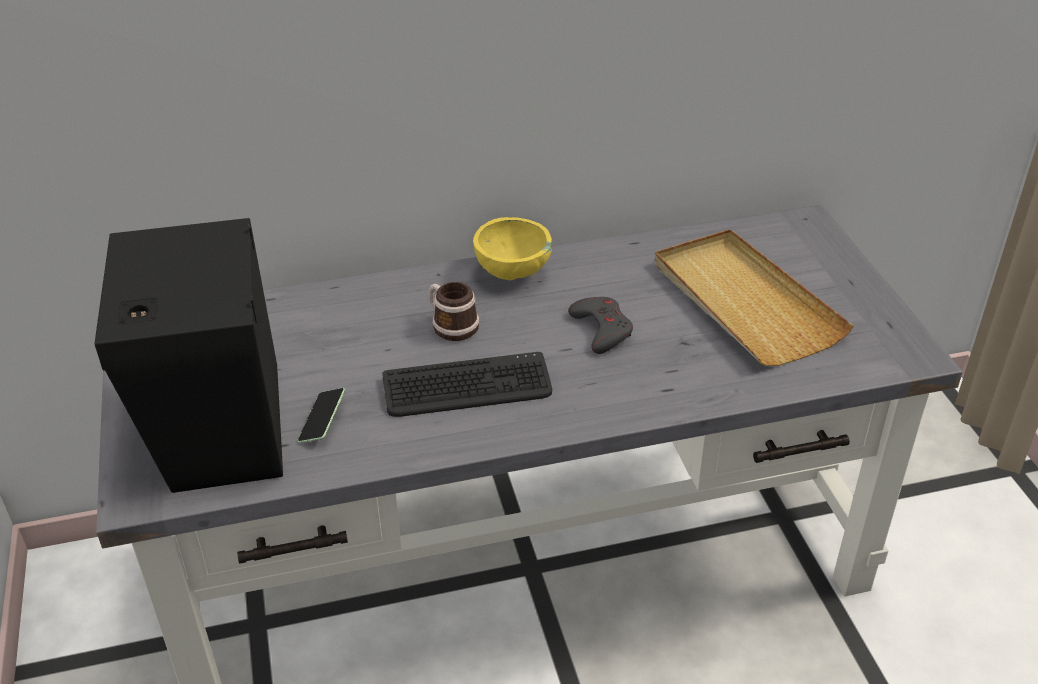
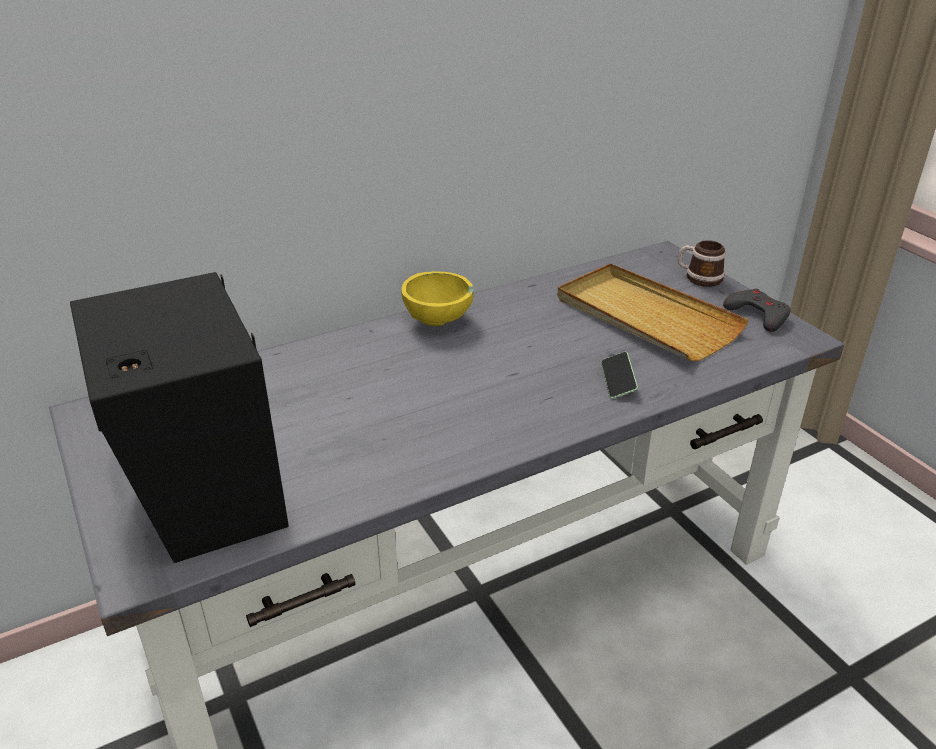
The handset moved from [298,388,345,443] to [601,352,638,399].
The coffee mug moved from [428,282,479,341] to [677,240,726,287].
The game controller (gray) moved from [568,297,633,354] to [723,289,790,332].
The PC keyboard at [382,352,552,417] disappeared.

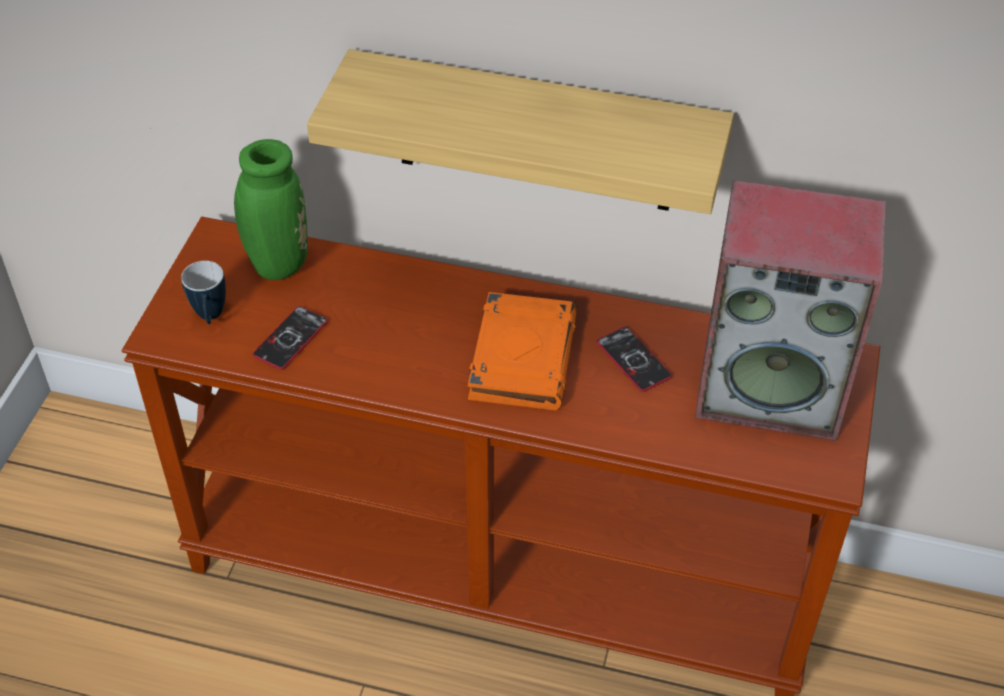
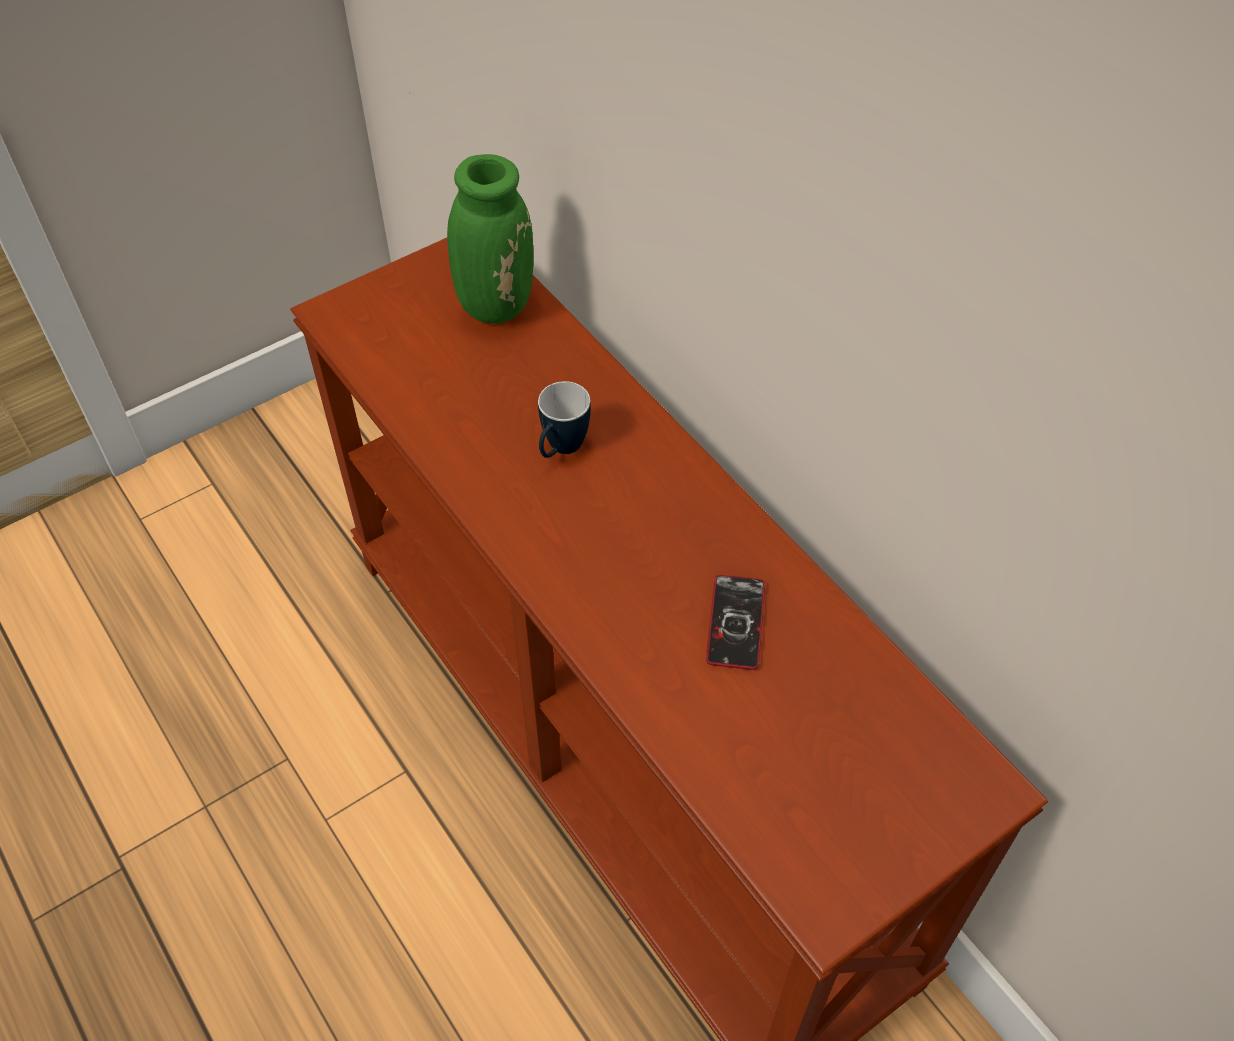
The coffee mug moved from [181,261,226,324] to [538,381,591,458].
The handset at [253,306,328,370] disappeared.
The bracket shelf at [307,49,734,214] disappeared.
The volume (orange-coloured) at [468,292,577,410] disappeared.
The audio speaker at [695,180,886,441] disappeared.

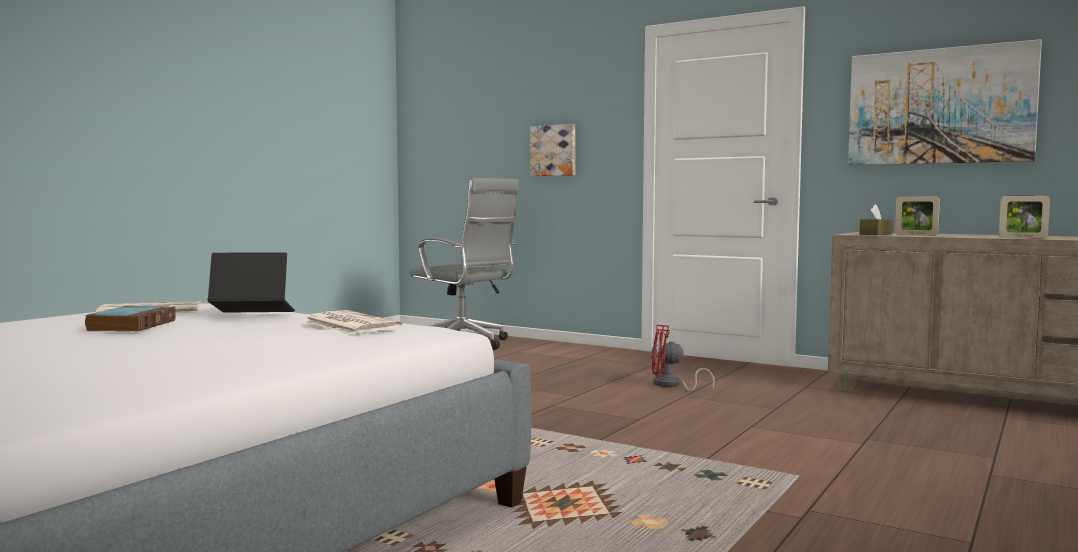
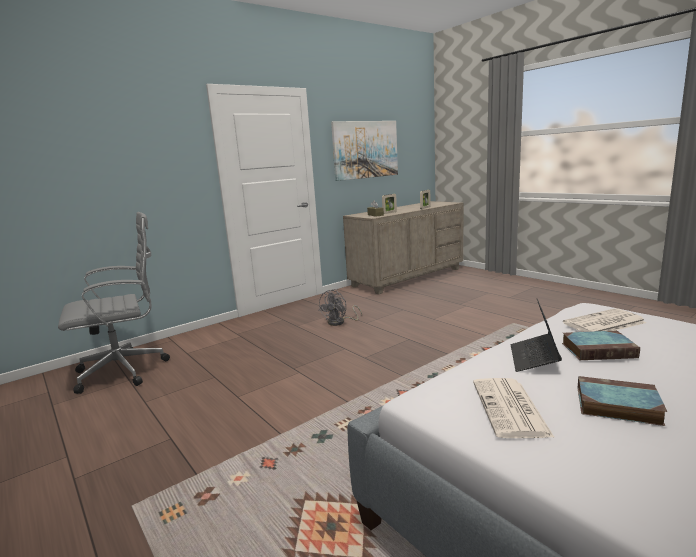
The fan (red) at [651,325,715,391] became the fan (gray) at [318,289,362,326].
The volume at [562,331,640,360] appeared.
The wall art at [530,124,575,176] disappeared.

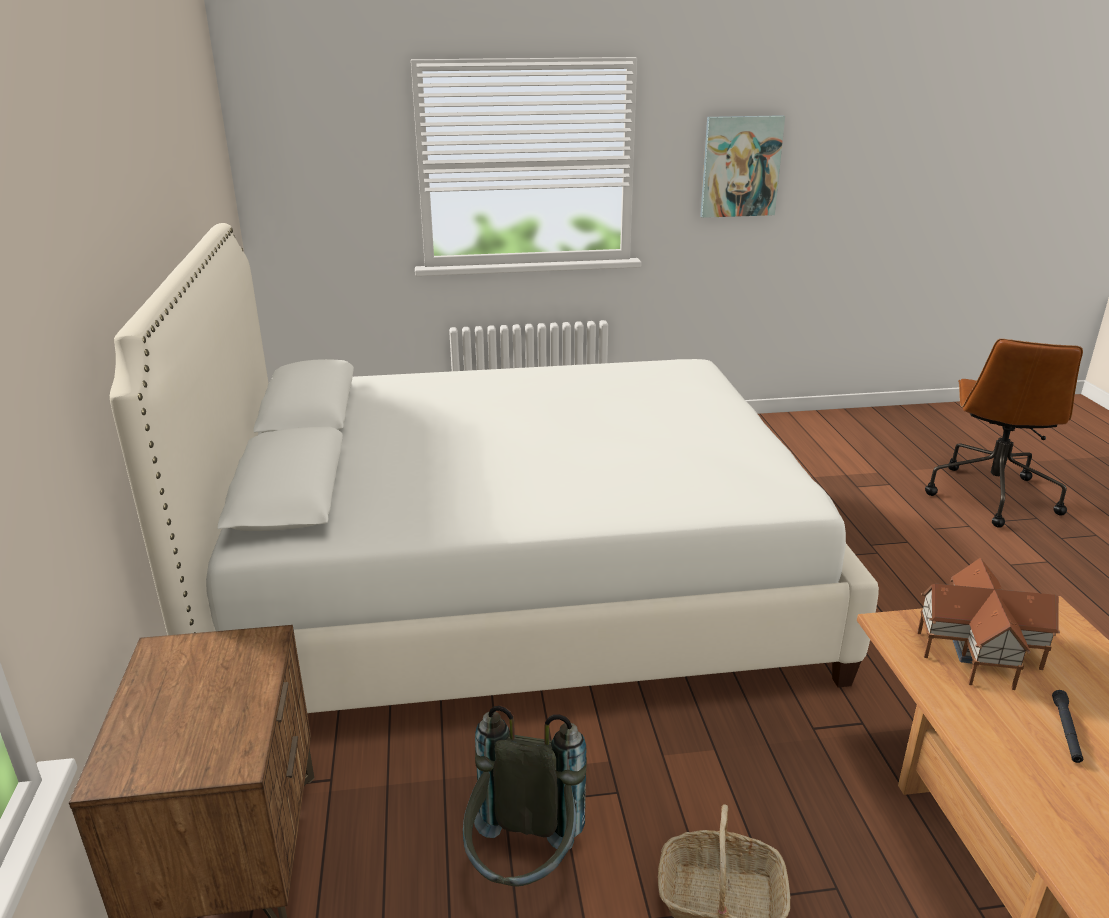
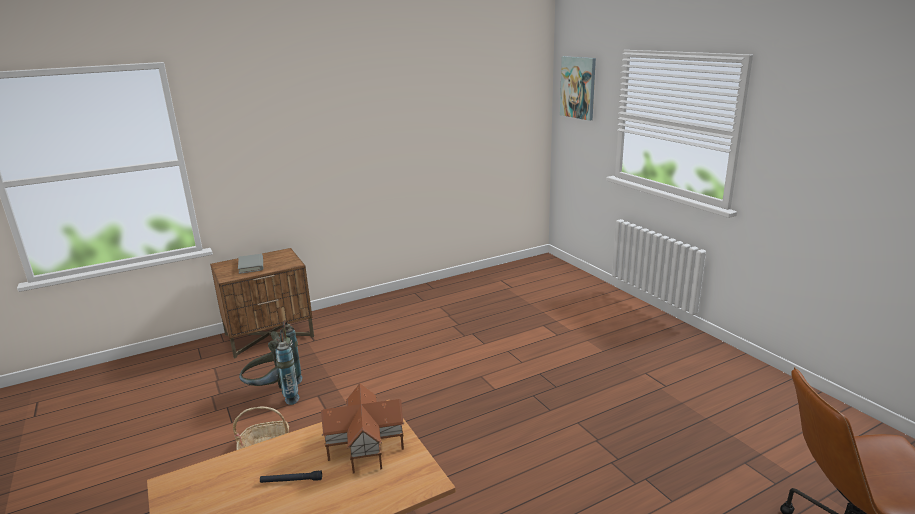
The volume (gray) at [238,254,263,274] appeared.
The wall art moved from [700,115,785,218] to [560,56,596,121].
The bed (white-coloured) at [110,223,879,713] disappeared.

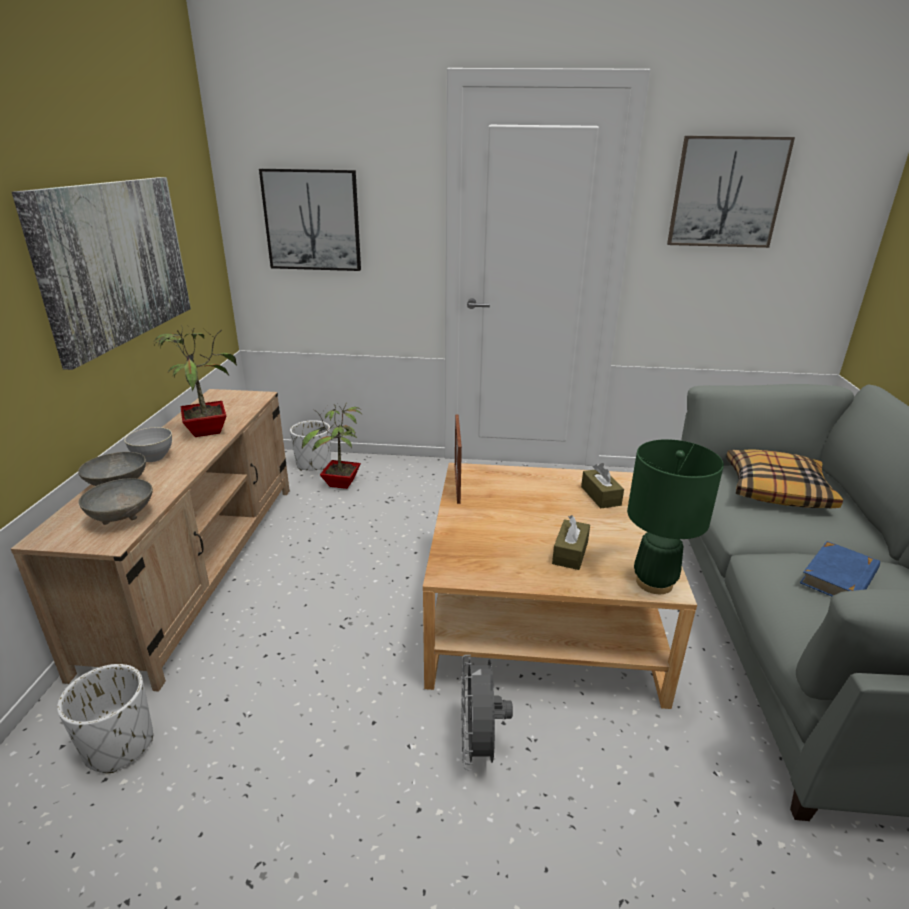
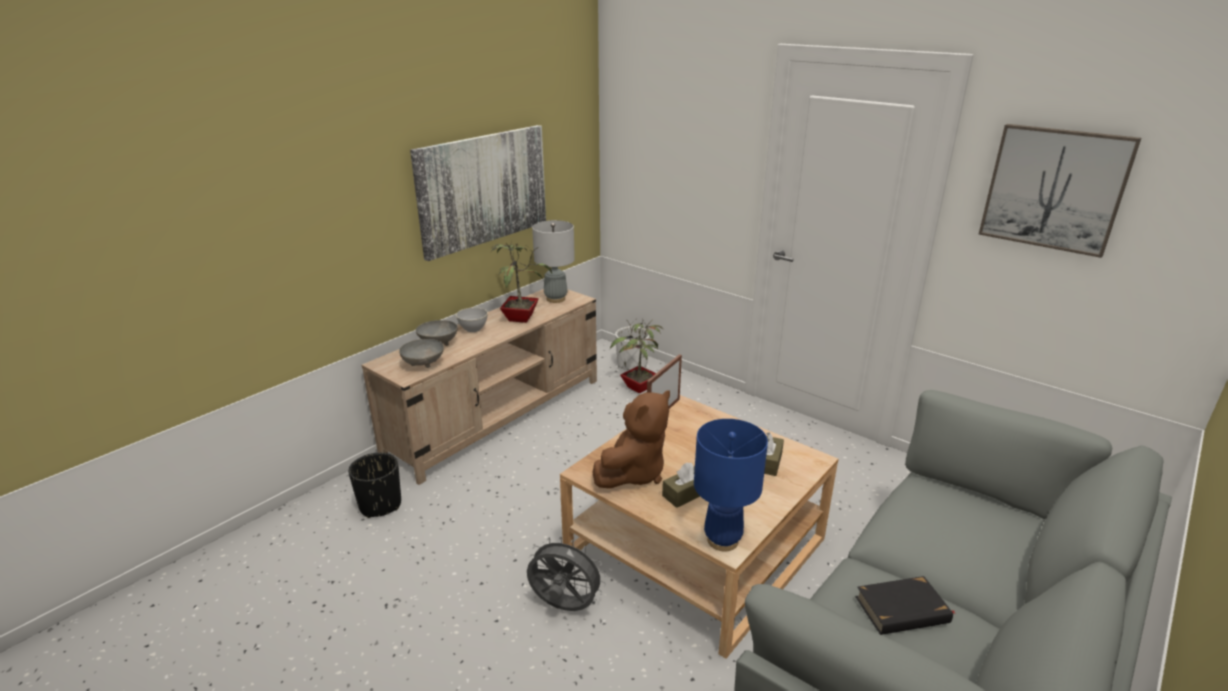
The planter (white-coloured) at [57,664,153,773] became the planter (black-coloured) at [348,452,401,518].
The fan (gray) at [461,655,513,770] turned 75 degrees clockwise.
The lamp for a table (gray) at [532,220,575,303] appeared.
The cuddly toy (brown) at [593,390,670,489] appeared.
The lamp for a table (greenish) at [627,439,724,594] became the lamp for a table (blue-coloured) at [694,419,768,551].
The volume (blue-coloured) at [800,541,880,596] became the volume (black-coloured) at [855,576,956,635].
The wall art at [259,169,361,271] disappeared.
The throw pillow at [726,449,843,508] disappeared.

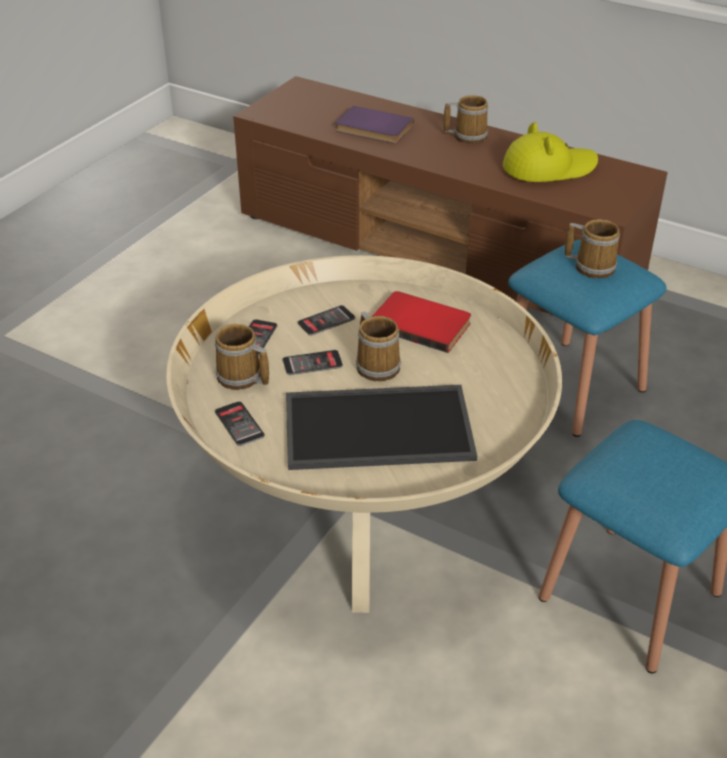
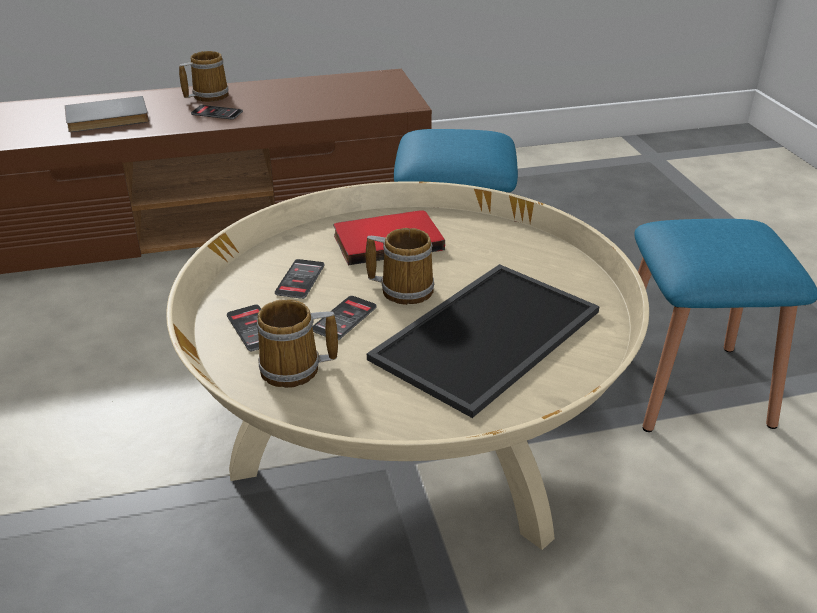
The volume (purplish) at [335,106,414,144] became the volume (gray) at [65,96,149,132].
The handset moved from [215,401,265,446] to [191,105,243,120].
The wearable hat (yellow-coloured) at [503,122,598,182] disappeared.
The coffee mug at [565,219,620,278] disappeared.

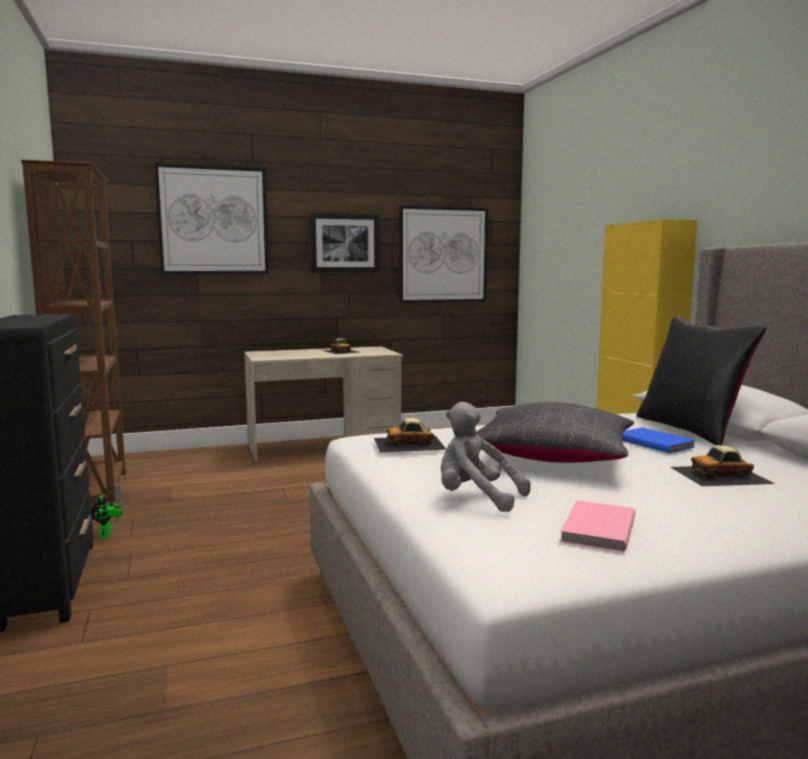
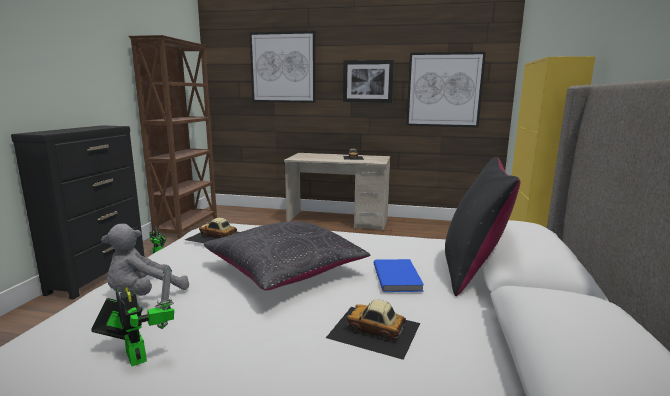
The volume (pink-coloured) at [560,500,635,552] was replaced by the model robot at [91,266,174,366].
The cuddly toy (gray) at [441,402,531,512] turned 105 degrees counterclockwise.

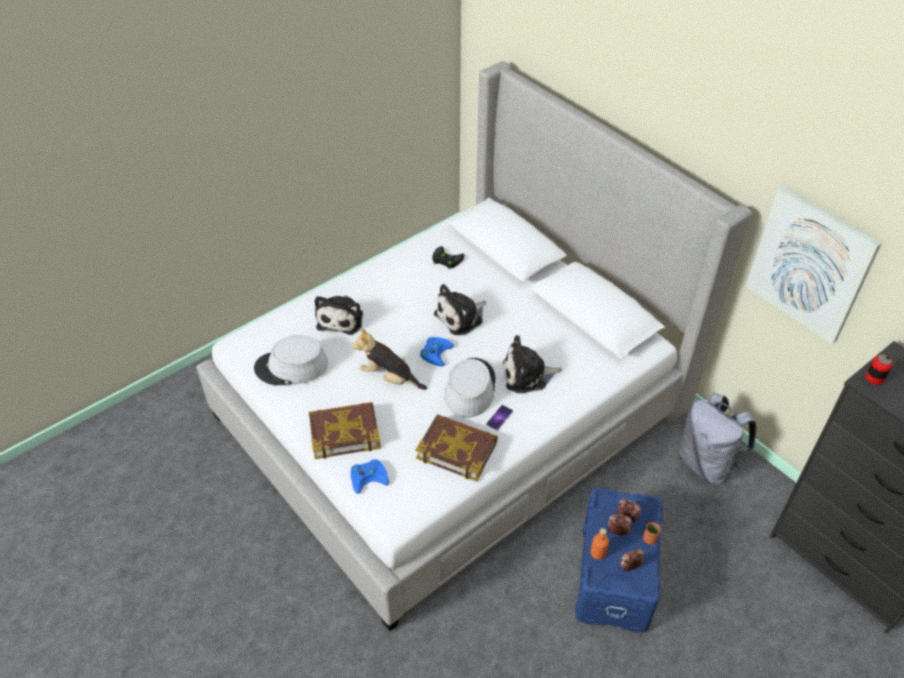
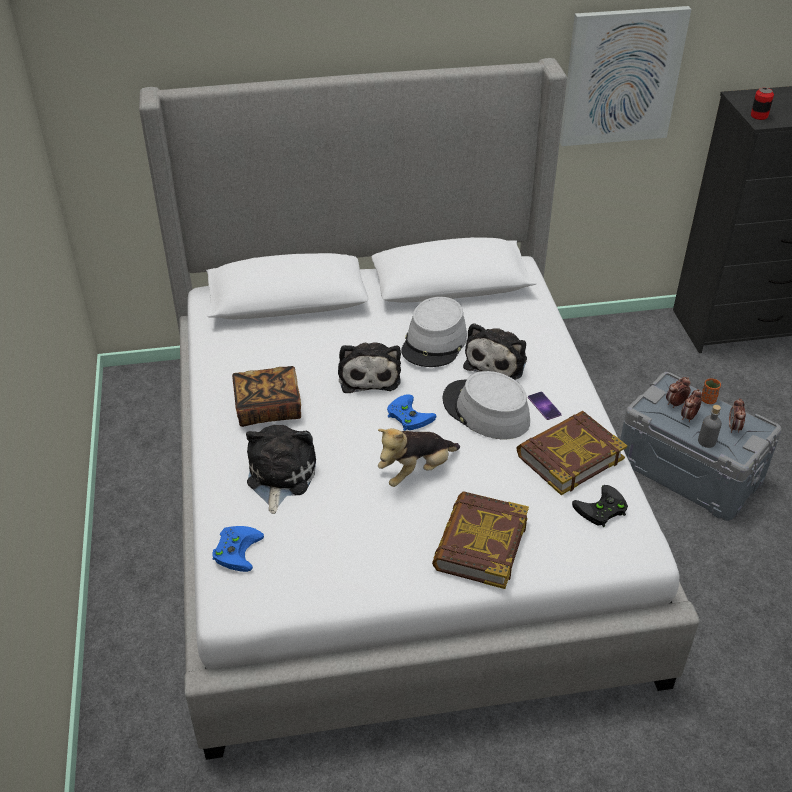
The game controller (blue-coloured) moved from [350,459,389,494] to [212,526,264,572].
The volume at [232,366,301,427] appeared.
The cuddly toy at [315,295,363,335] turned 120 degrees counterclockwise.
The wearable hat (gray) moved from [254,335,328,385] to [401,297,467,367].
The game controller (black-coloured) moved from [432,246,464,269] to [572,485,628,527].
The storage container (blue-coloured) at [575,488,662,633] became the storage container (gray) at [620,372,781,521].
The beverage bottle (orange-coloured) at [590,528,609,560] became the beverage bottle (gray) at [698,405,722,448].
The rucksack (gray) at [677,393,757,485] disappeared.

